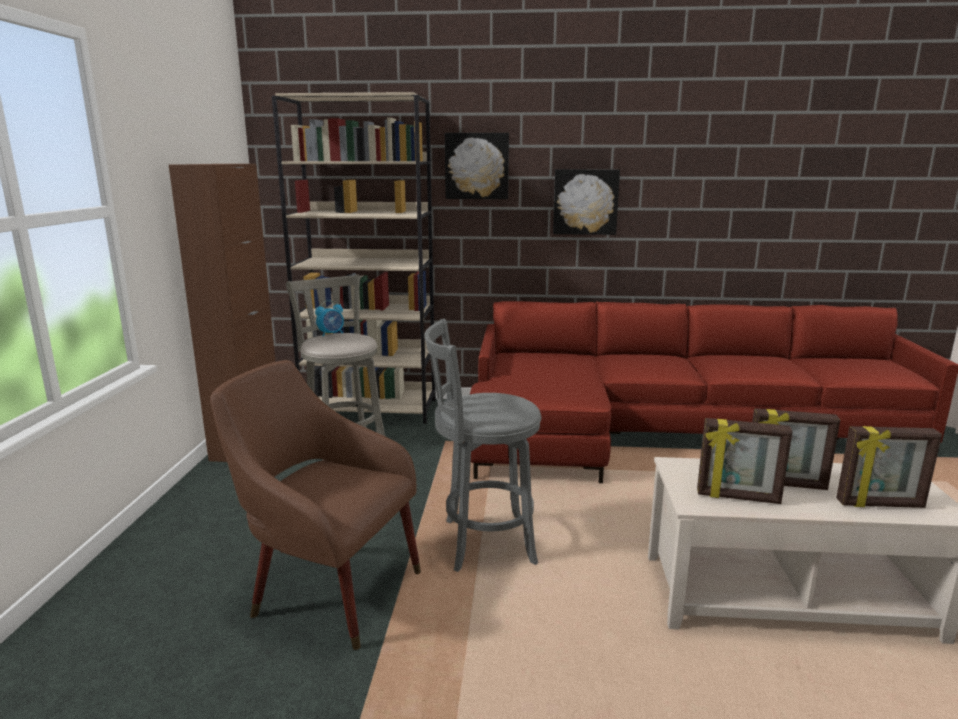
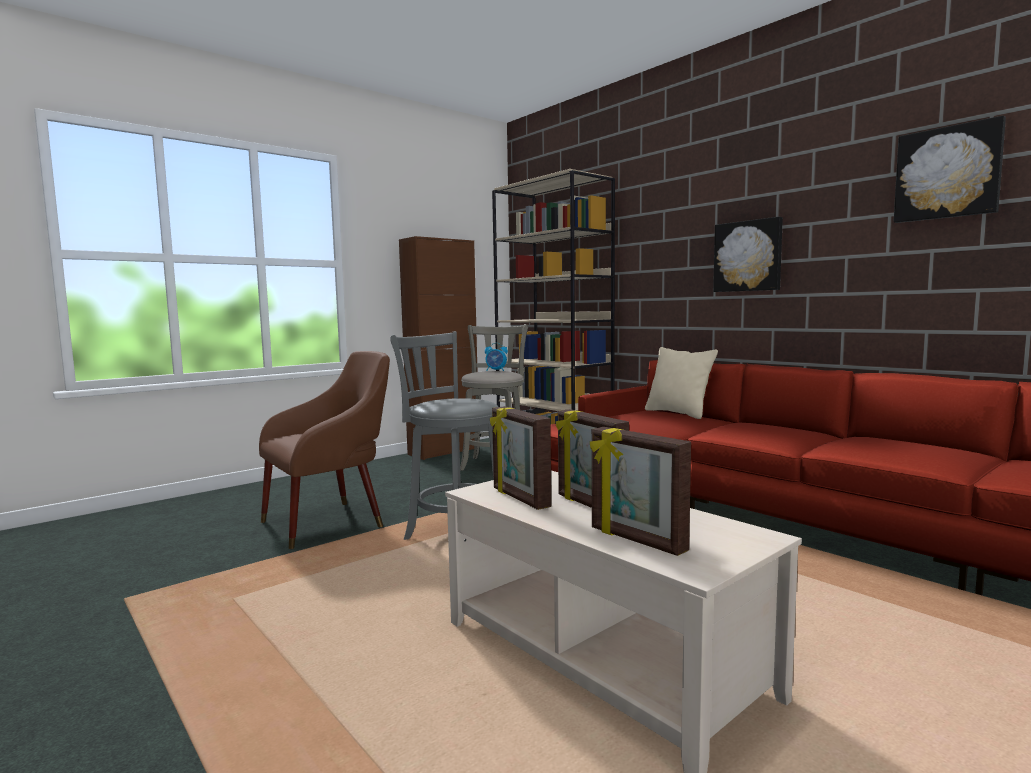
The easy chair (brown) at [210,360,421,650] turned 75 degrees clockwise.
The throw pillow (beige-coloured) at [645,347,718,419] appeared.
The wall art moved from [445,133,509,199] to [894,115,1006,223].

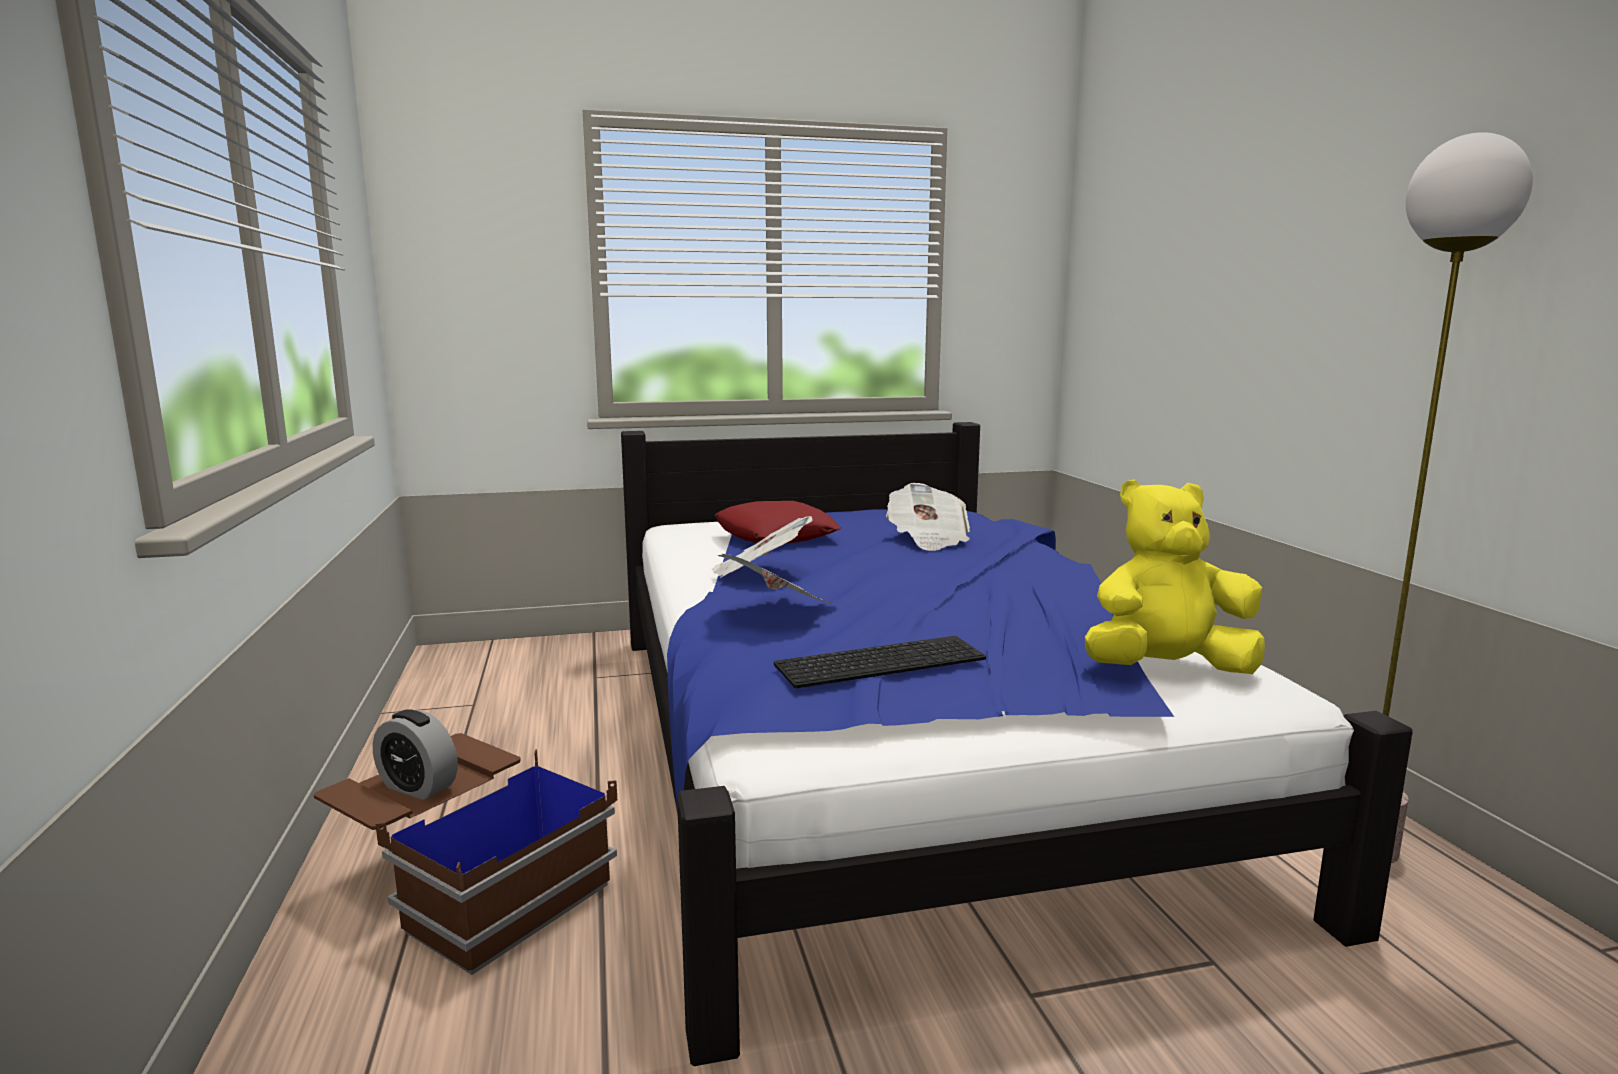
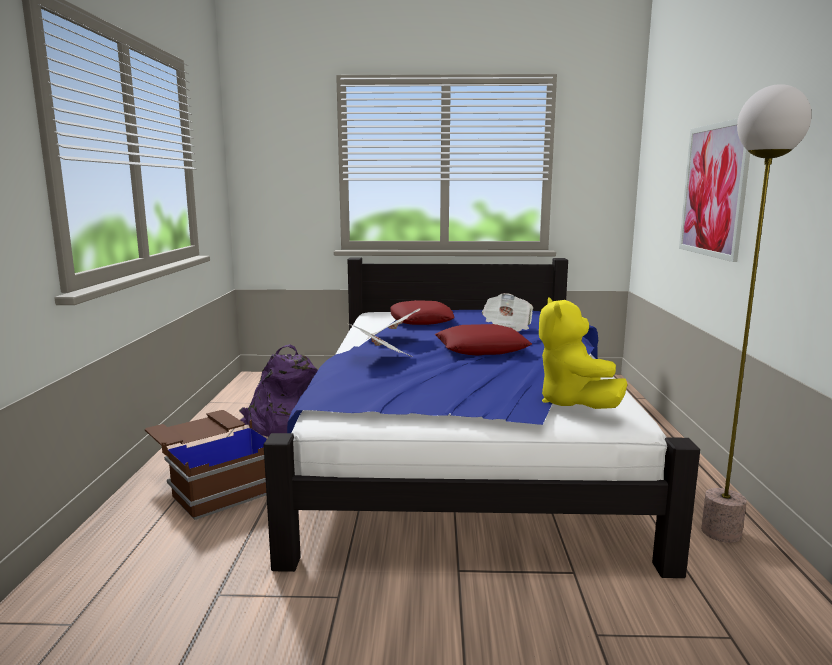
The rucksack (purplish) at [239,344,318,437] appeared.
The throw pillow (red) at [435,324,532,356] appeared.
The cuddly toy (yellow-coloured) at [1085,480,1265,674] turned 105 degrees counterclockwise.
The wall art at [679,118,750,262] appeared.
The bedside clock at [373,709,458,800] disappeared.
The PC keyboard at [774,636,986,688] disappeared.

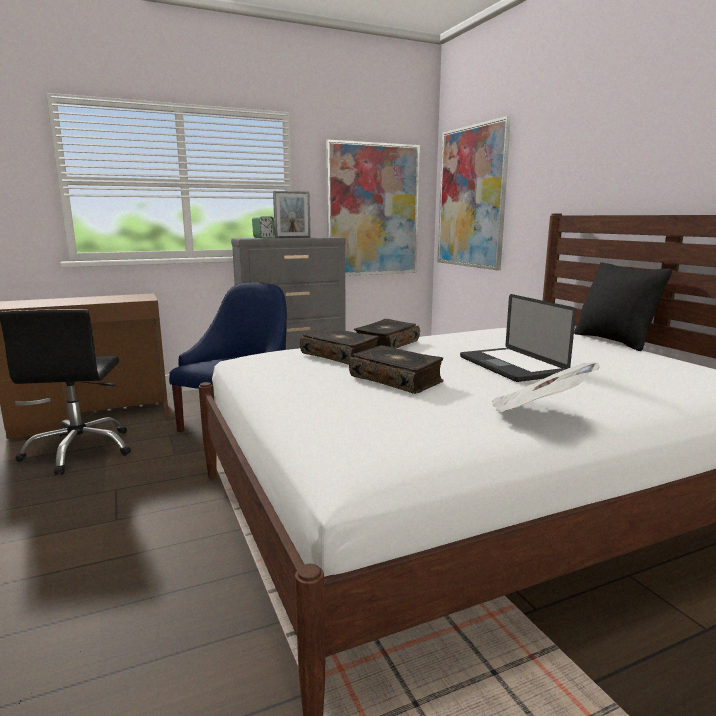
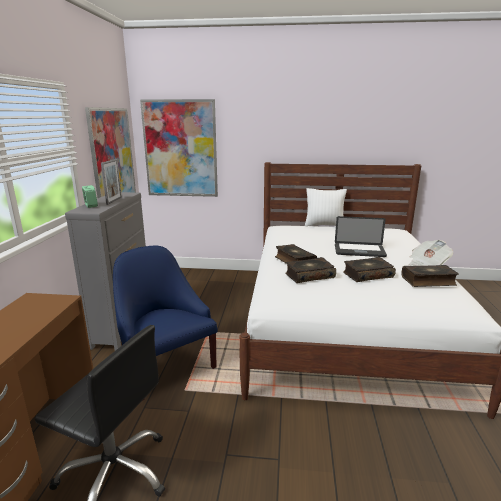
The throw pillow (black-coloured) at [574,262,672,351] became the throw pillow (white-coloured) at [305,188,347,226].
The volume at [402,265,459,287] appeared.

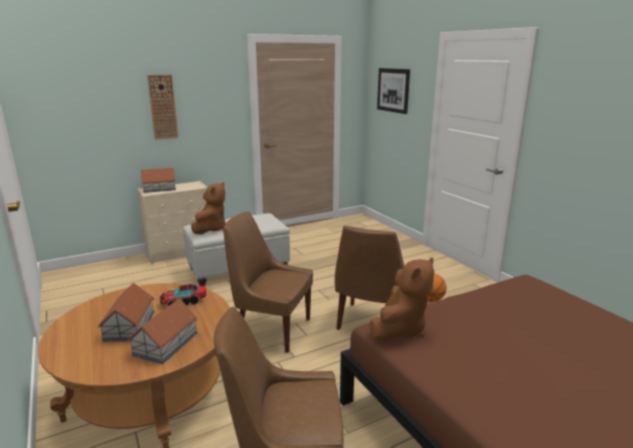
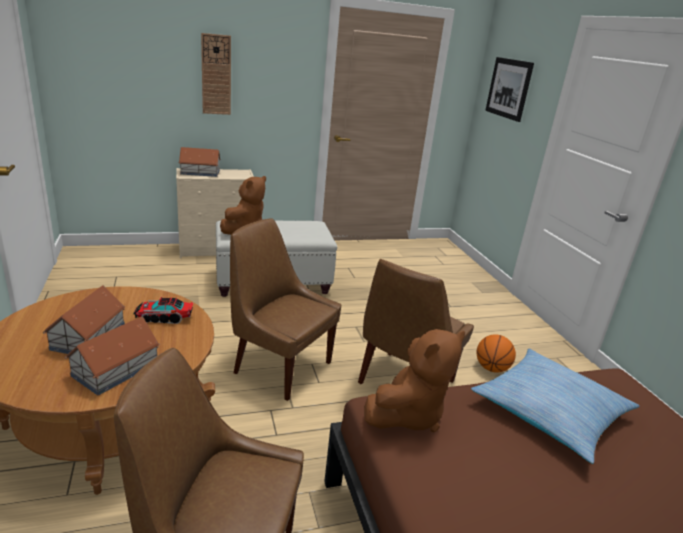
The throw pillow at [471,349,639,464] appeared.

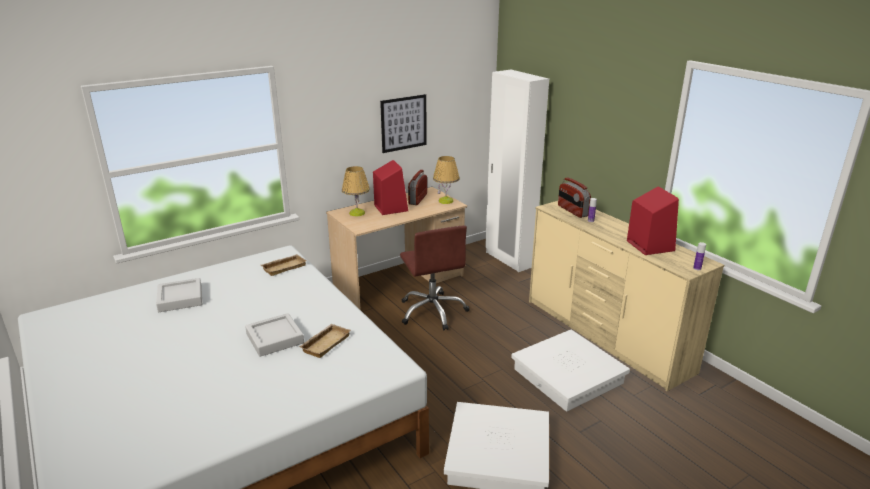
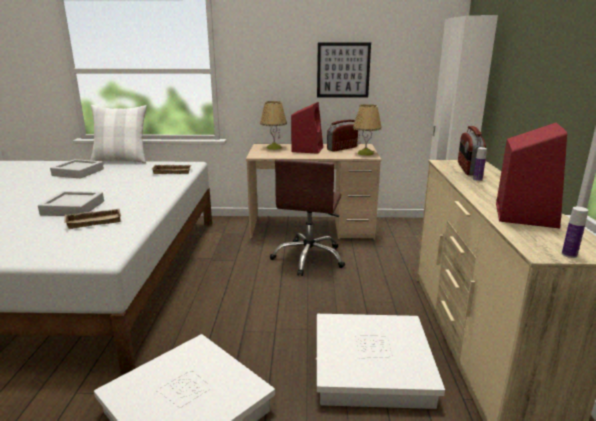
The throw pillow (white-coloured) at [90,105,147,163] appeared.

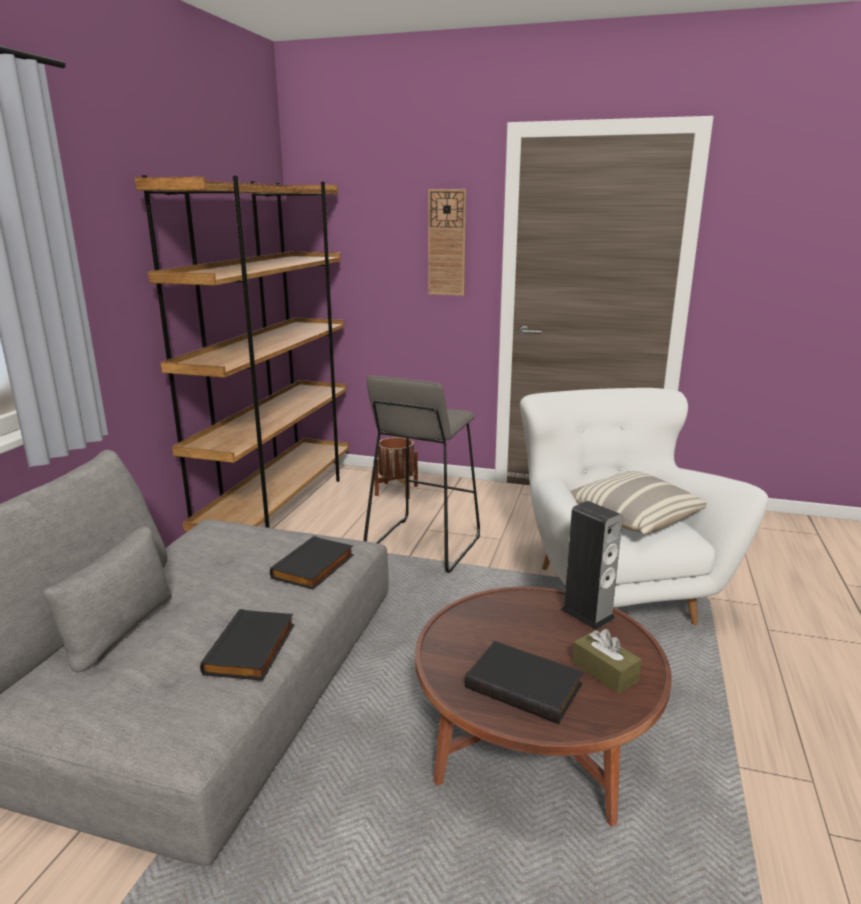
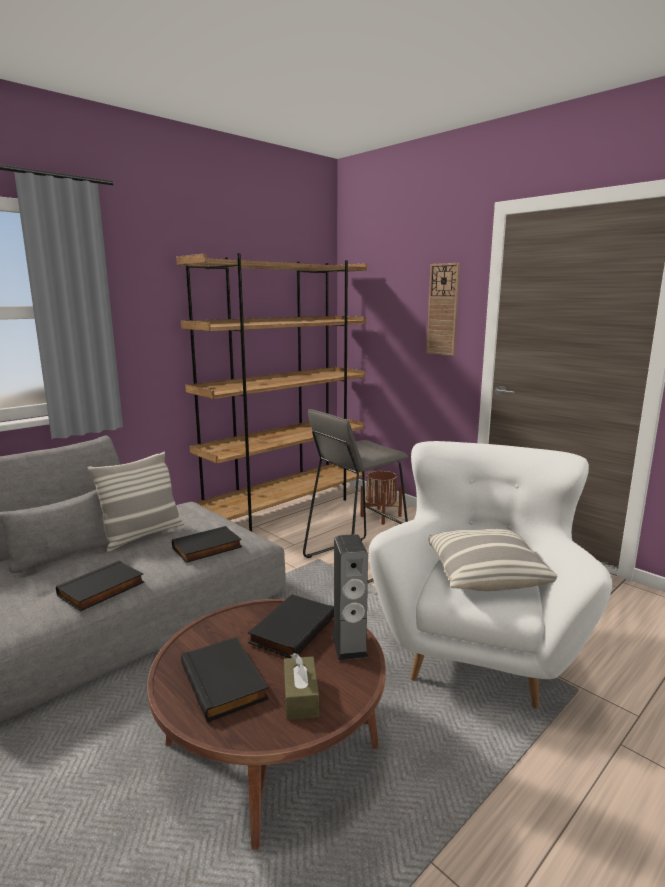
The throw pillow at [88,451,184,552] appeared.
The volume (black-coloured) at [248,594,334,658] appeared.

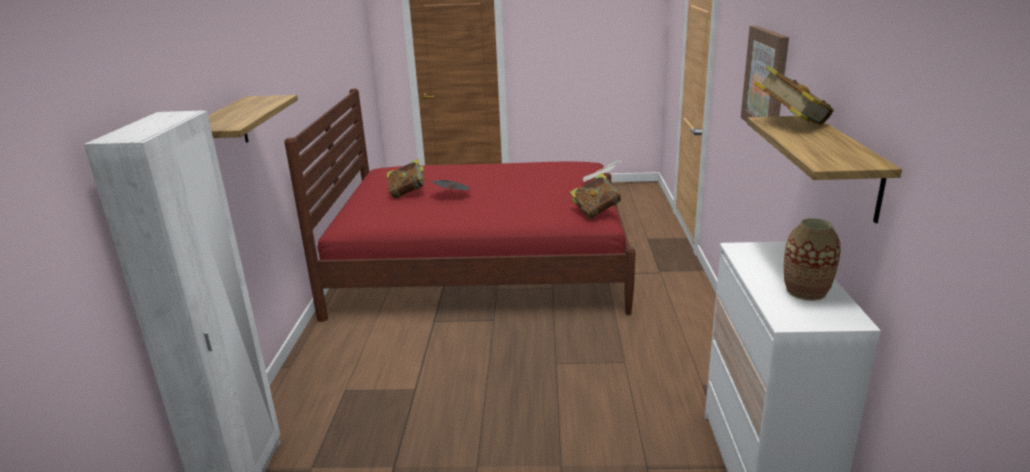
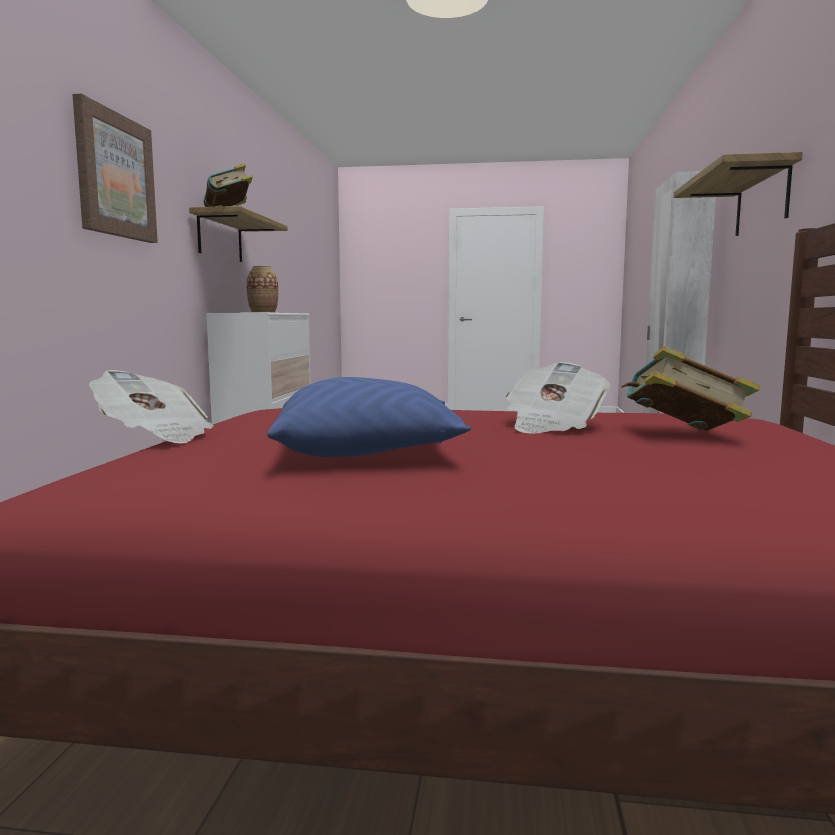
The throw pillow (blue-coloured) at [268,377,471,457] appeared.
The volume at [569,173,622,219] disappeared.

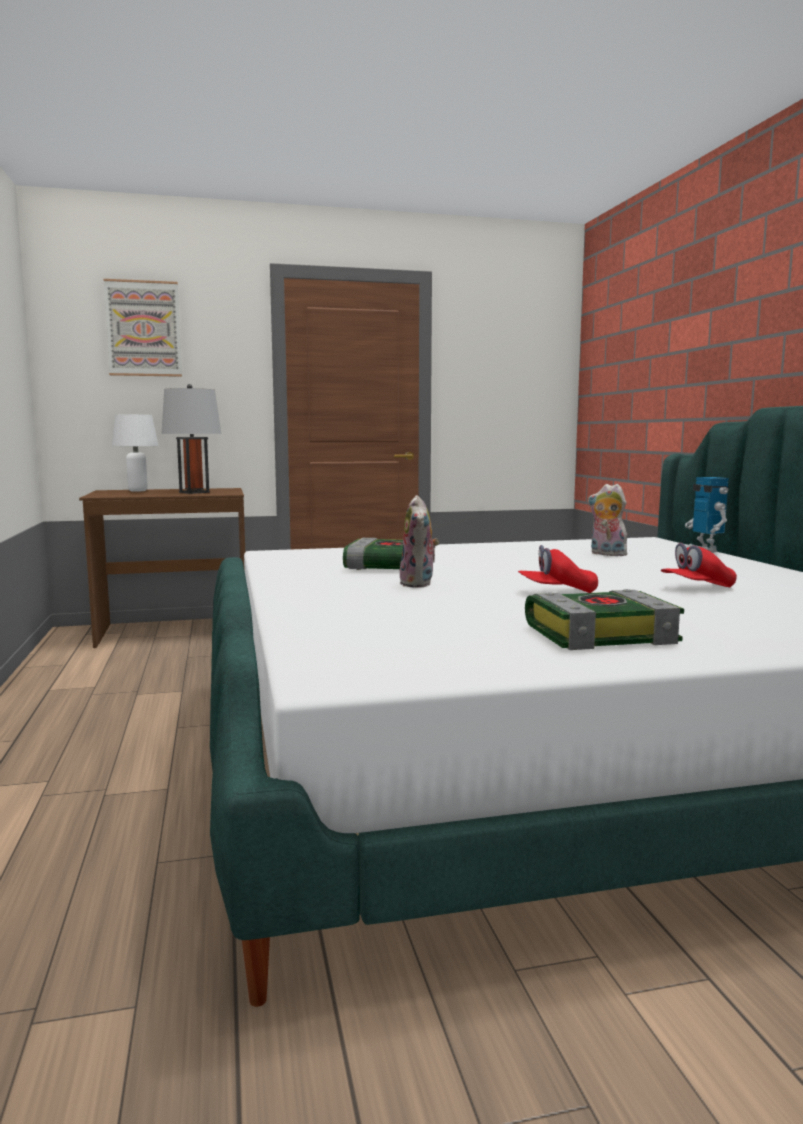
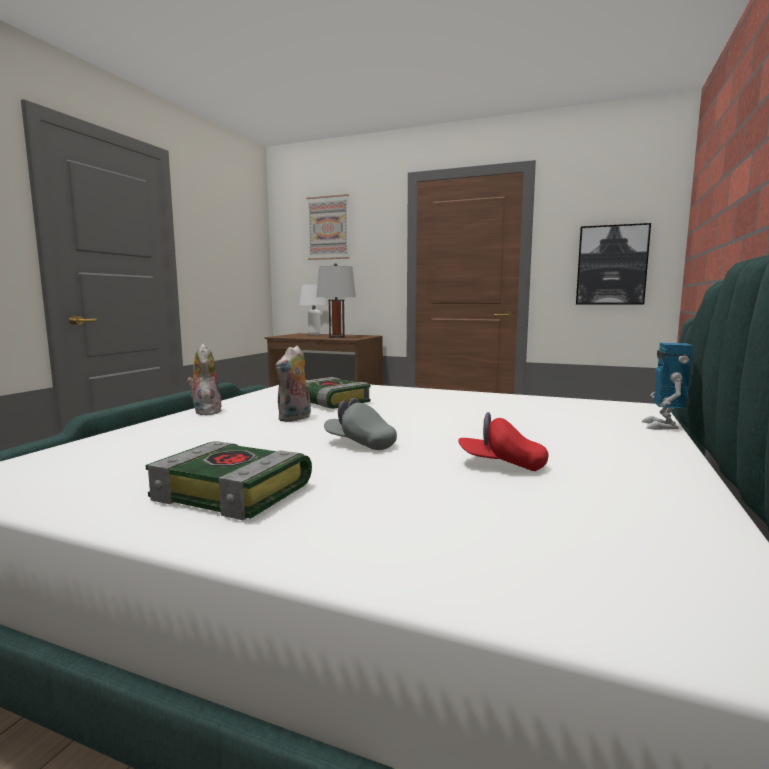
The cuddly toy moved from [588,484,627,556] to [187,344,221,415].
The peaked cap (red) at [518,545,598,593] became the peaked cap (gray) at [324,398,397,450].
The wall art at [576,223,651,305] appeared.

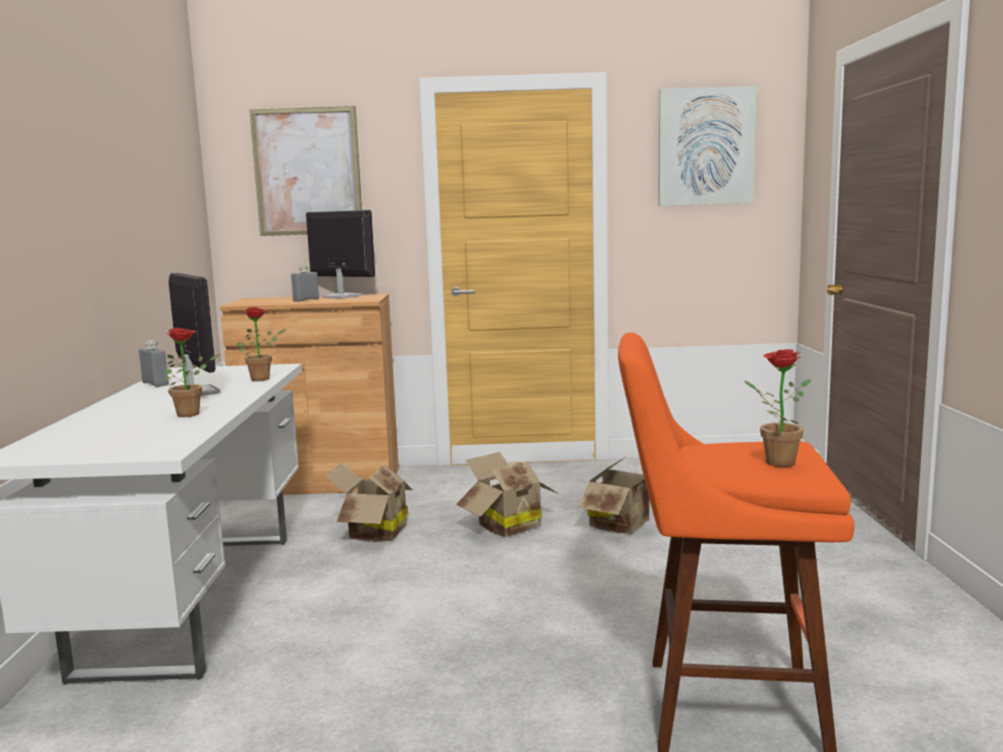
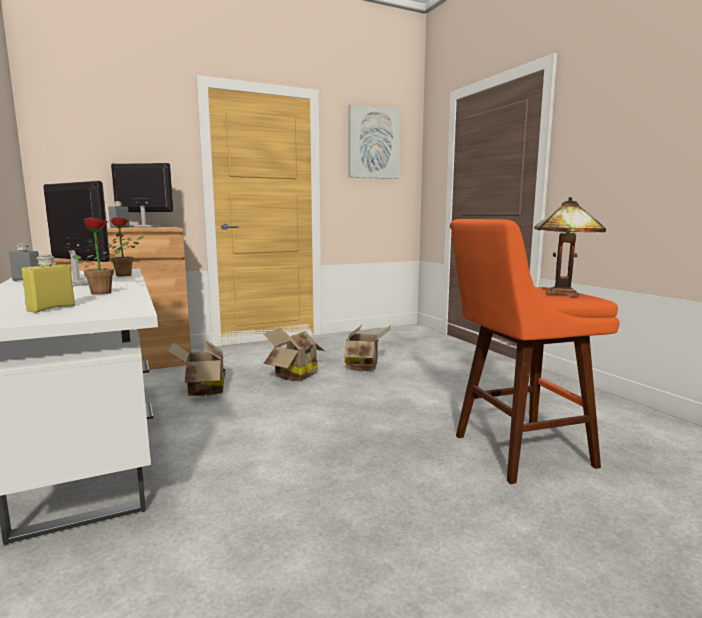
The beverage bottle (yellow-coloured) at [21,254,75,313] appeared.
The potted plant at [744,349,810,467] was replaced by the lamp for a table at [534,197,606,295].
The wall art at [250,106,362,236] disappeared.

